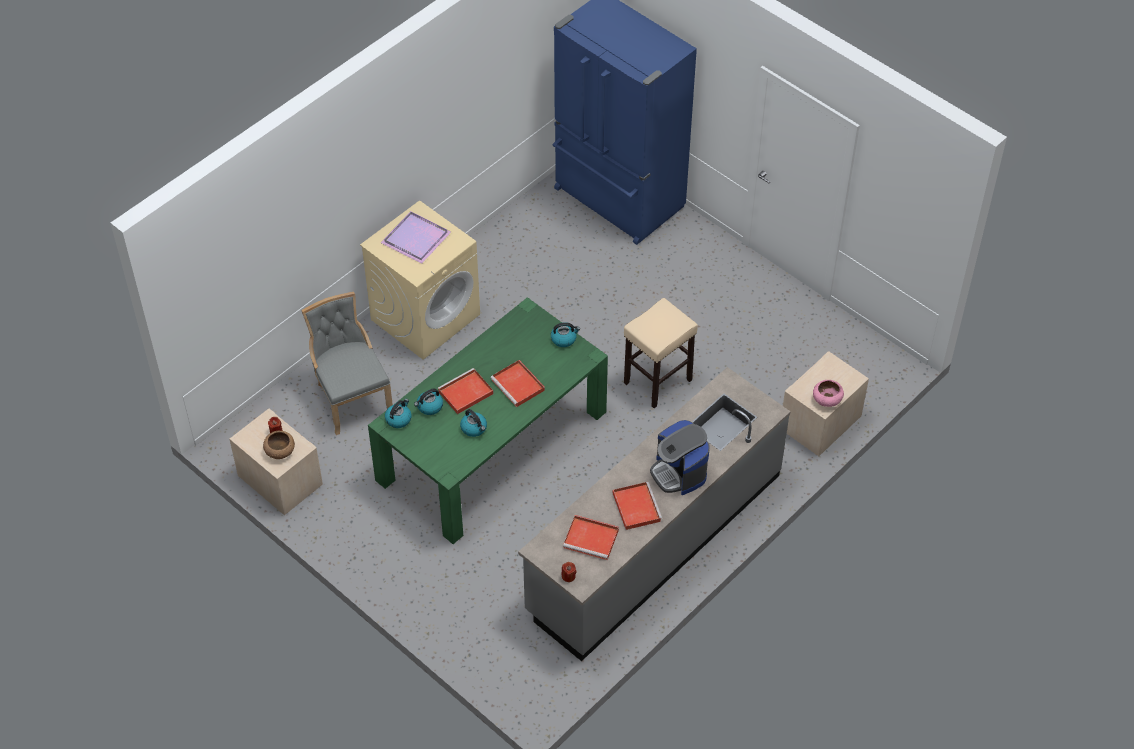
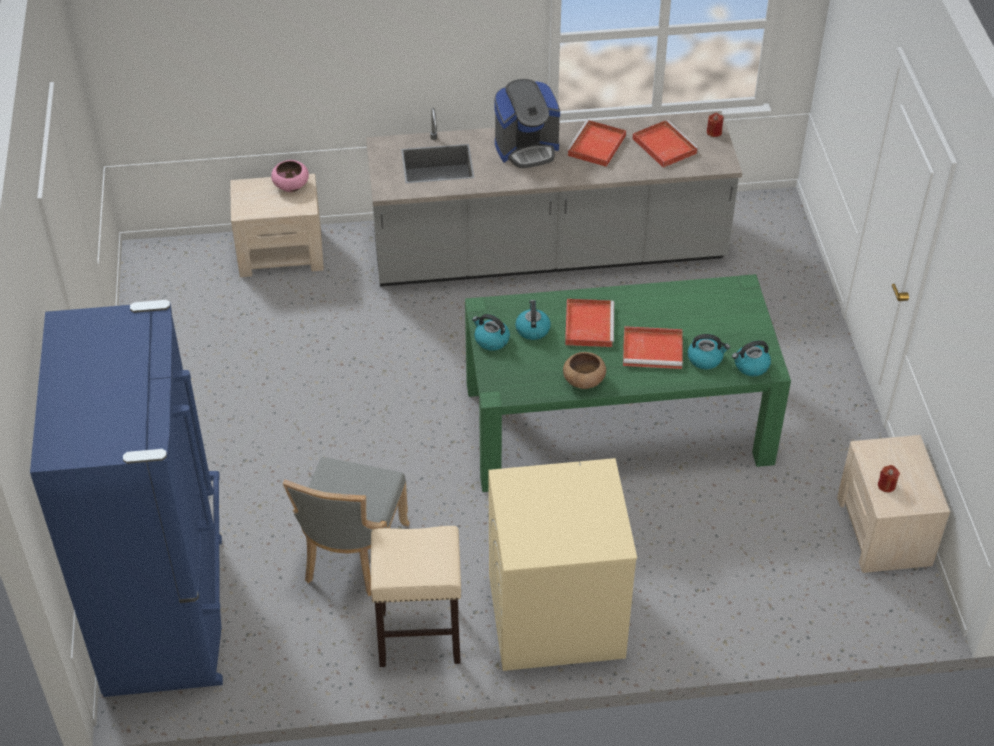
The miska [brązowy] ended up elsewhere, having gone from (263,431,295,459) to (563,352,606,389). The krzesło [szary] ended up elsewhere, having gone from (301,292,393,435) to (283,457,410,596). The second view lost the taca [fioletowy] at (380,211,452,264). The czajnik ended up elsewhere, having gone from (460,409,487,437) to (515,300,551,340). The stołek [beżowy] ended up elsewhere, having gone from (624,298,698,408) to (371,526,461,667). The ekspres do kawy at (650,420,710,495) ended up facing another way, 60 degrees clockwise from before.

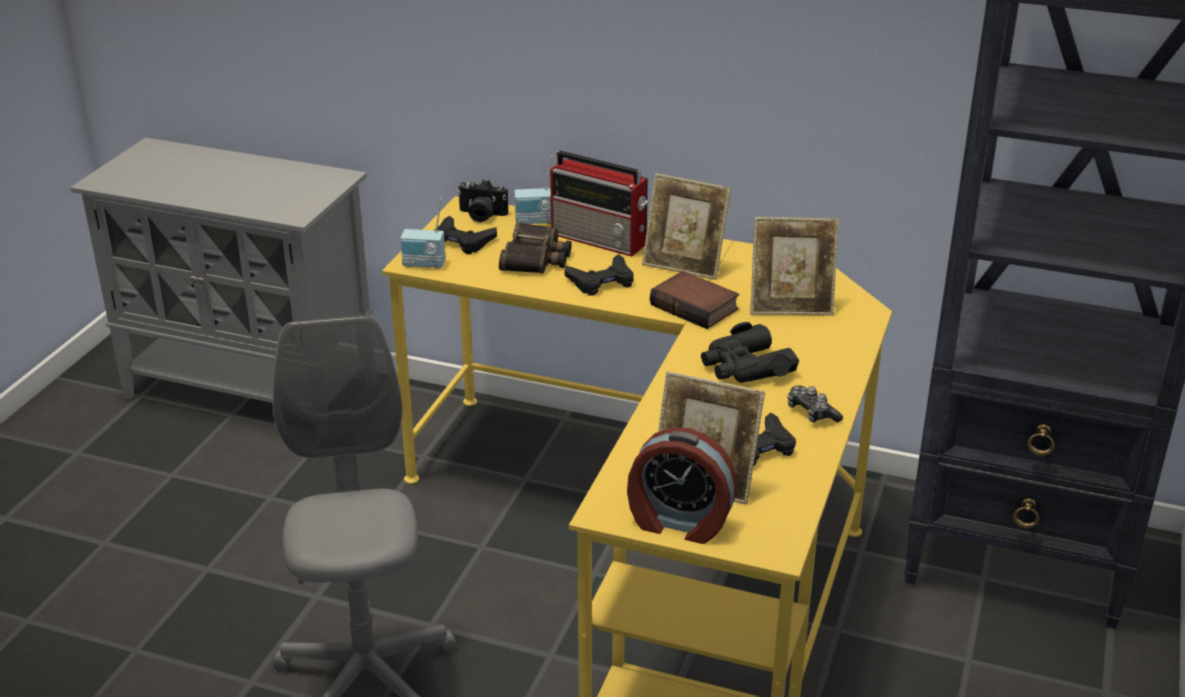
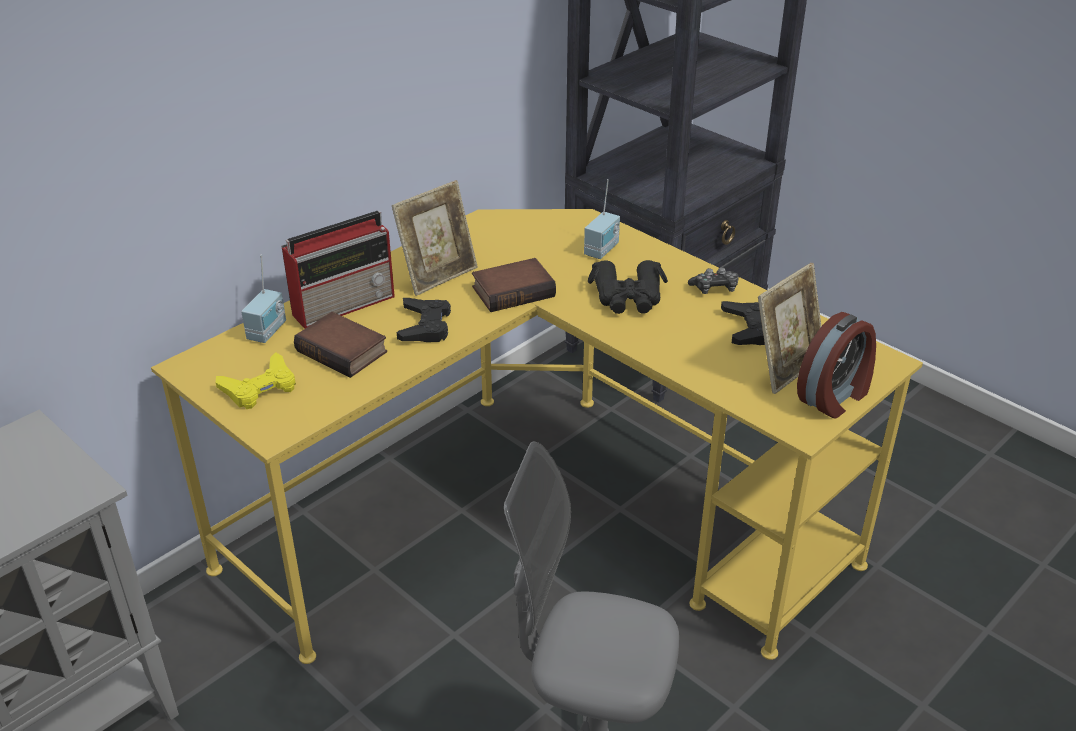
The radio ended up elsewhere, having gone from (400,198,446,268) to (584,179,620,259). What was the pad do gier [czarny] at (434,216,497,254) turned into the pad do gier [żółty] at (216,352,296,409). The second view lost the aparat fotograficzny at (457,180,508,222). Where the lornetka stood at (499,222,572,274), the książka came to stand at (294,312,387,378). The second view lost the ramka na zdjęcie at (750,217,839,316).

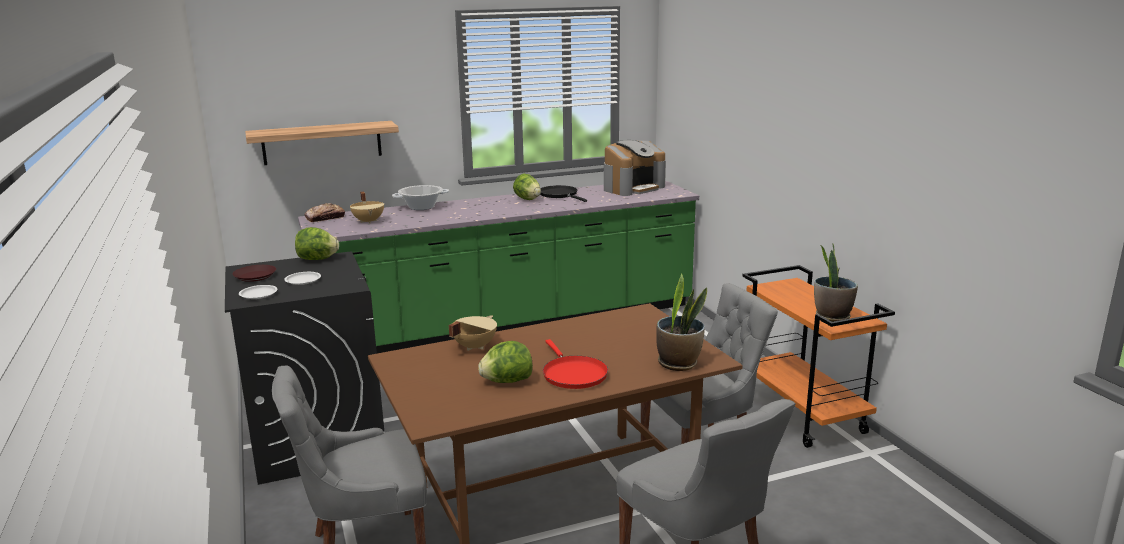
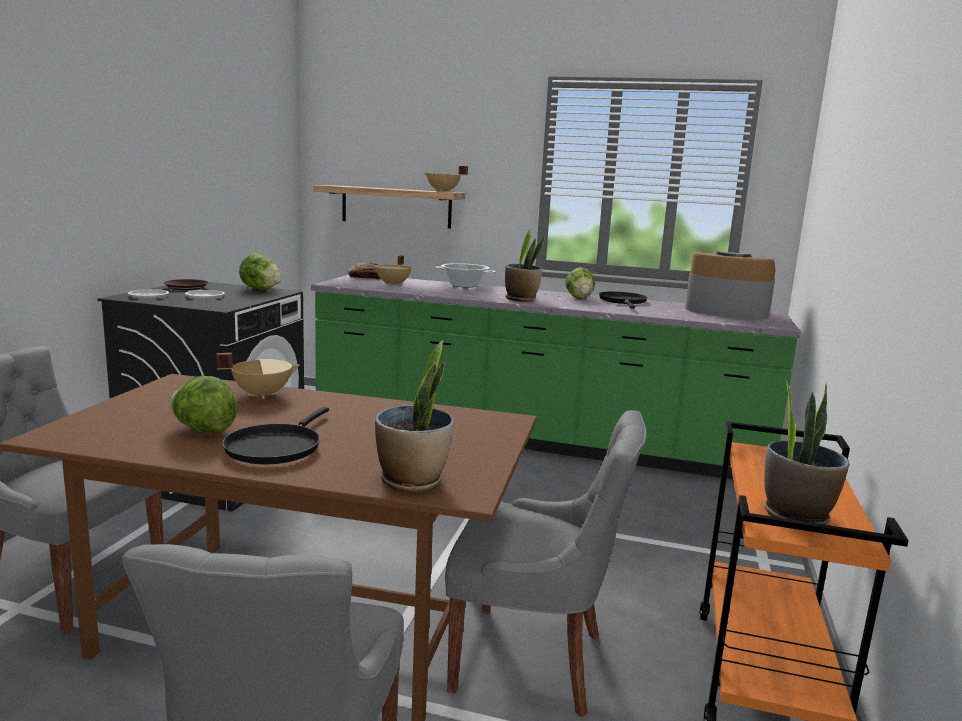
What was the patelnia [czerwony] at (543,339,608,389) turned into the patelnia [czarny] at (223,407,329,464). The ekspres do kawy at (604,140,666,196) ended up facing another way, 150 degrees counterclockwise from before. The second view gained the garnek [beżowy] at (424,166,468,192). The second view gained the roślina doniczkowa at (505,229,545,302).

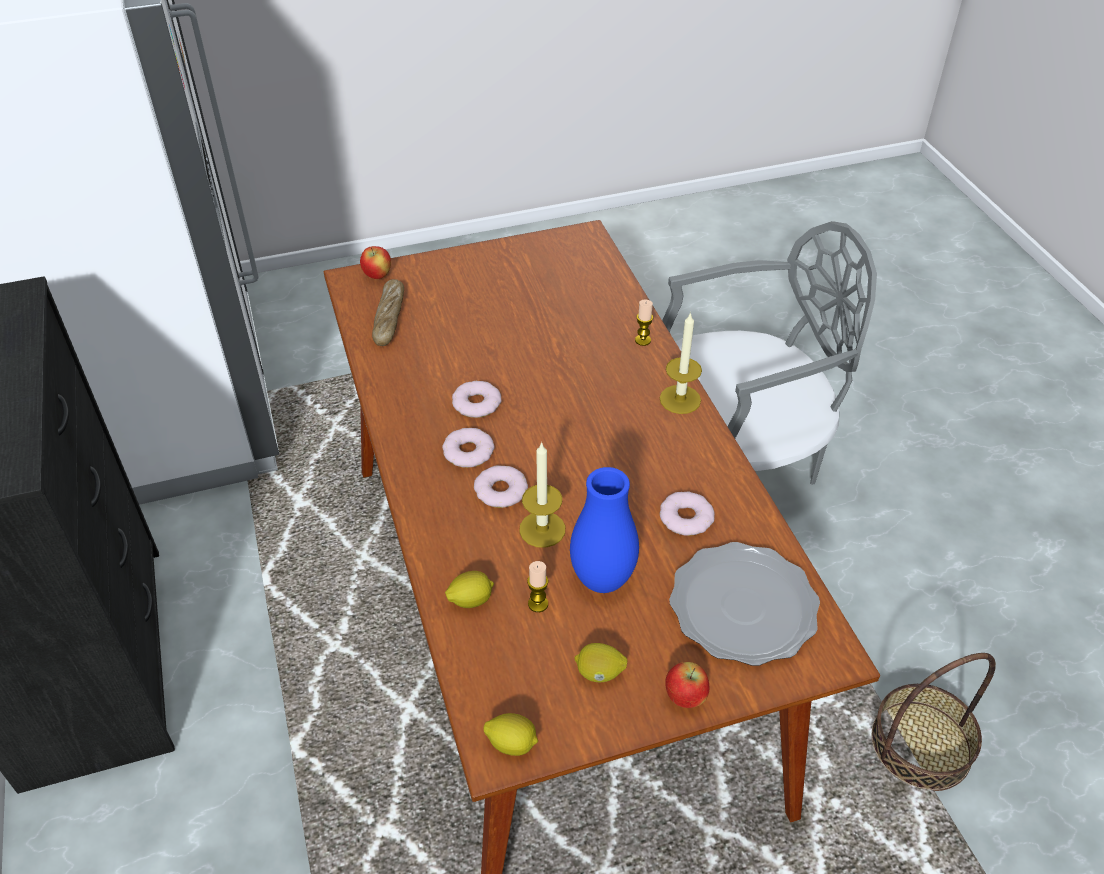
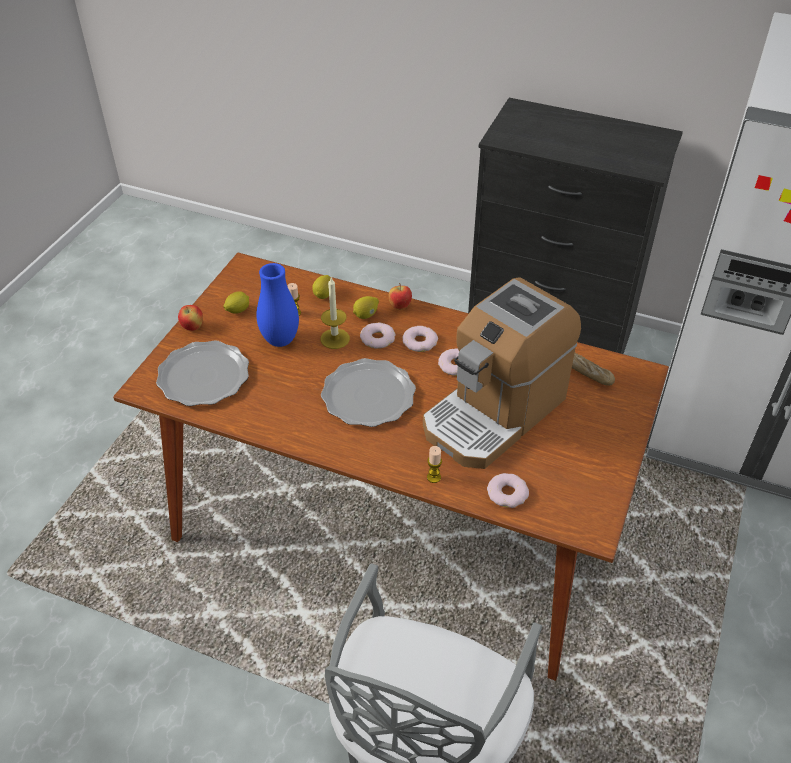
The jabłko ended up elsewhere, having gone from (360,246,391,279) to (389,283,412,310). The cytryna ended up elsewhere, having gone from (484,713,538,756) to (353,296,379,319). The second view lost the świeca at (660,312,702,414). The donut ended up elsewhere, having gone from (660,491,715,536) to (487,473,529,508). The second view lost the koszyk at (872,653,996,791). The second view gained the talerz at (321,358,416,427). The second view gained the ekspres do kawy at (423,277,581,469).

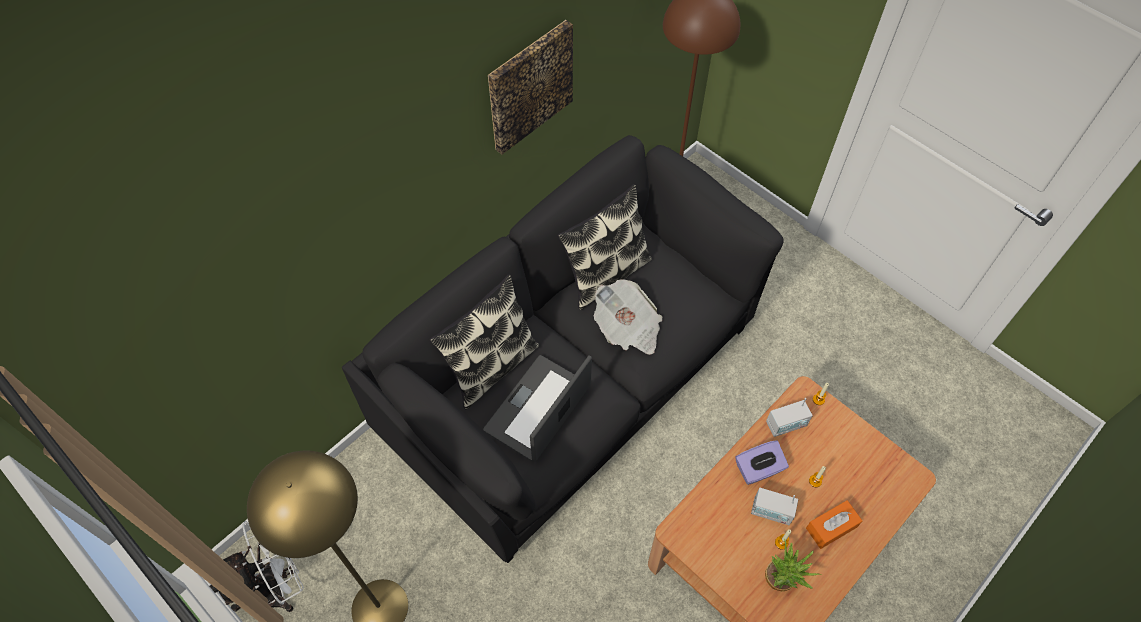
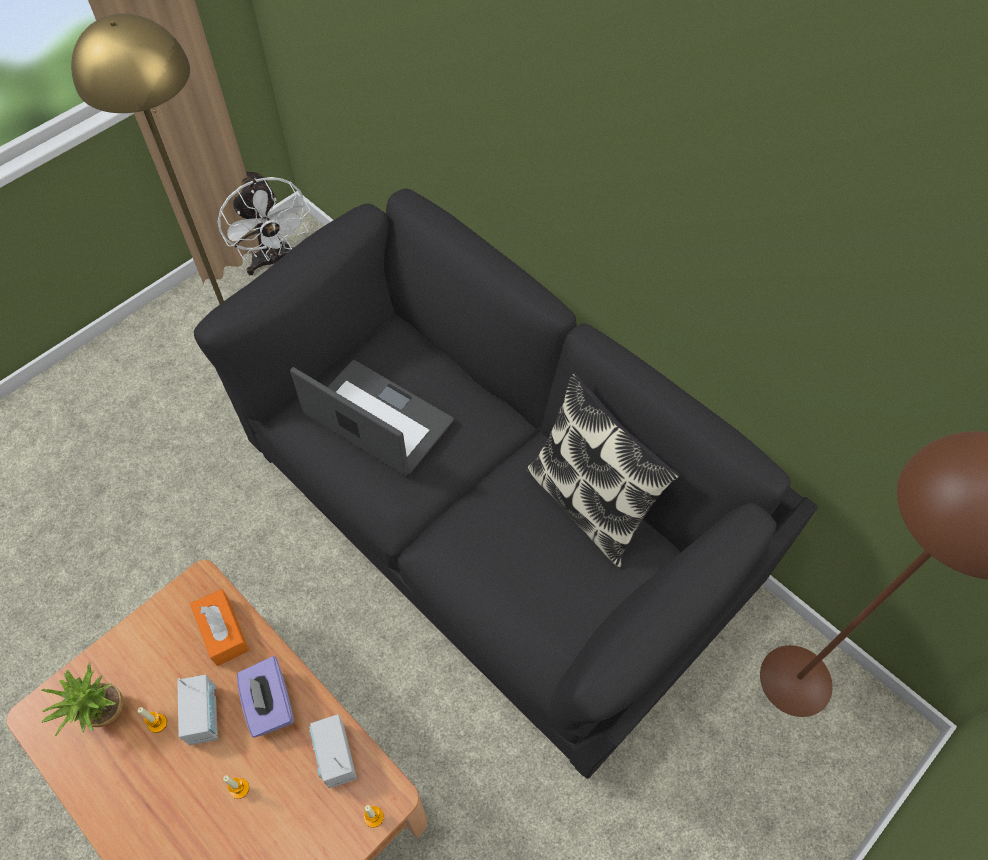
The second view lost the poduszka at (430,275,539,409). The second view lost the obraz at (488,20,573,154). The second view lost the gazeta at (593,279,663,355). The radio at (751,488,798,525) ended up facing another way, 150 degrees clockwise from before. The pudełko chusteczek [pomarańczowy] ended up elsewhere, having gone from (806,500,862,549) to (190,589,249,666).

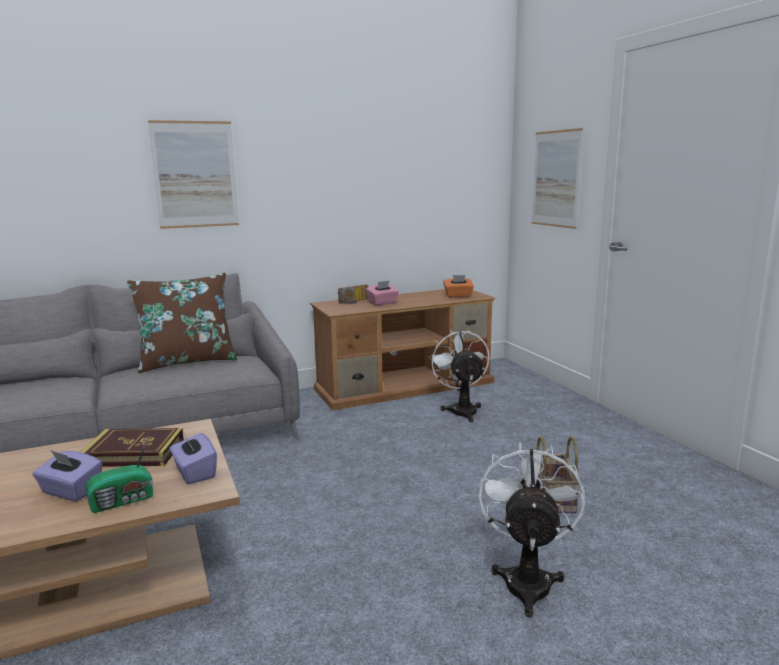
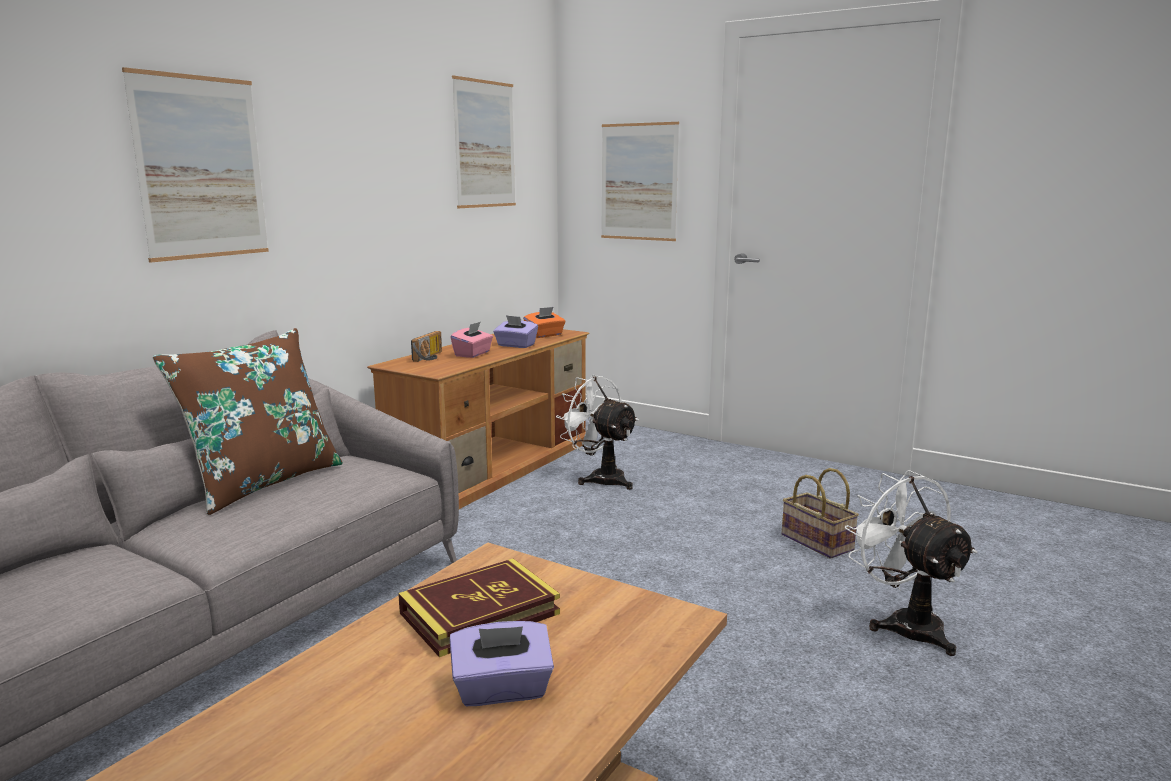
The second view lost the radio at (85,438,153,513). The pudełko chusteczek [fioletowy] ended up elsewhere, having gone from (170,431,217,484) to (493,315,538,348). The second view gained the obraz at (452,75,516,208).

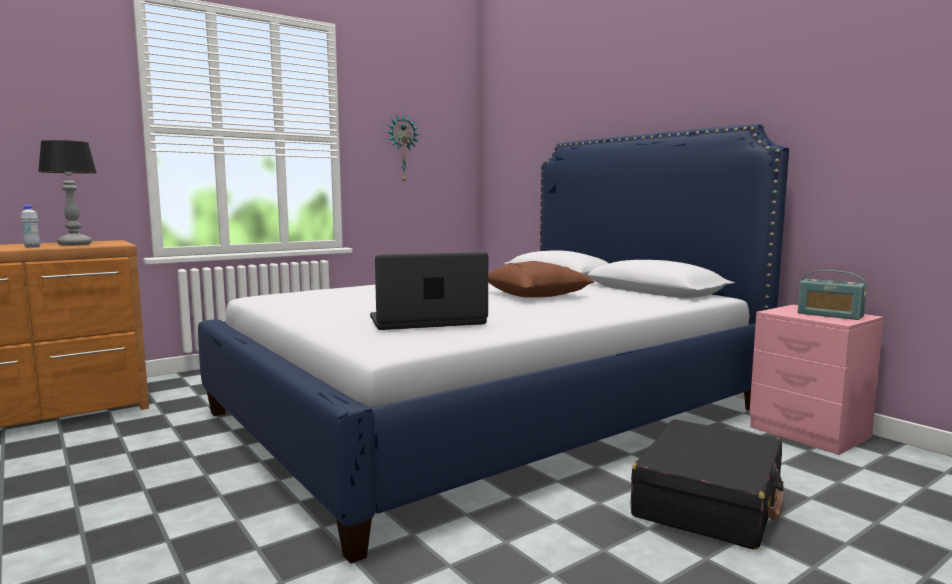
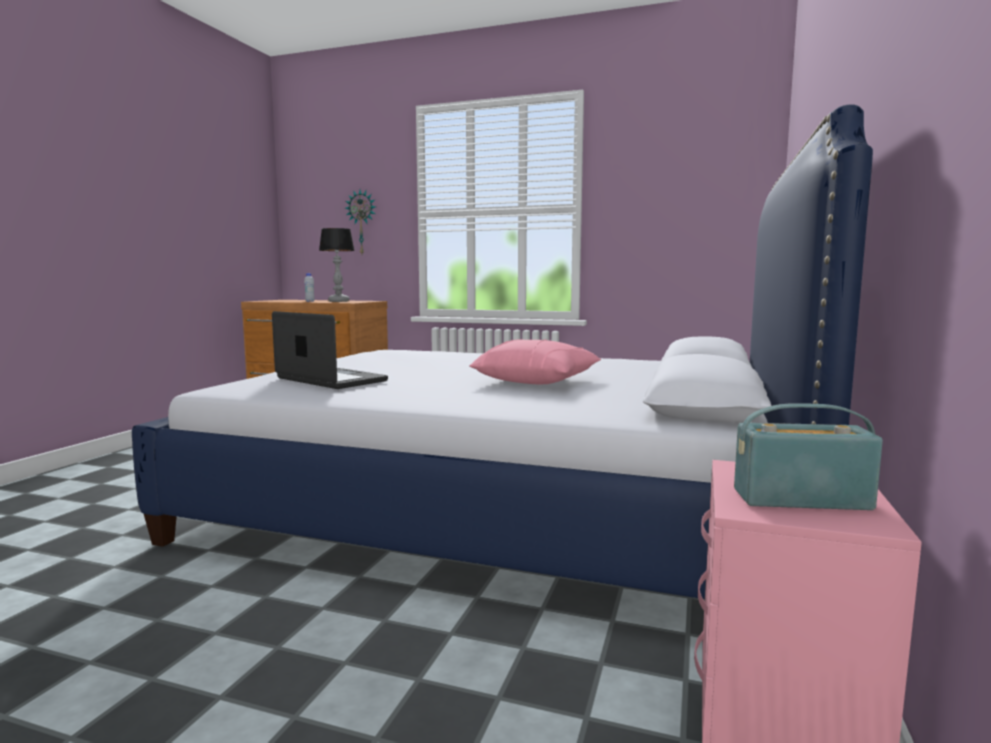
The zegar ścienny ended up elsewhere, having gone from (387,114,420,183) to (345,190,376,254). What was the poduszka [brązowy] at (488,261,595,298) turned into the poduszka [różowy] at (469,339,601,385). The second view lost the walizka [czarny] at (630,419,784,550). The radio at (798,270,867,320) ended up facing another way, 90 degrees clockwise from before.

